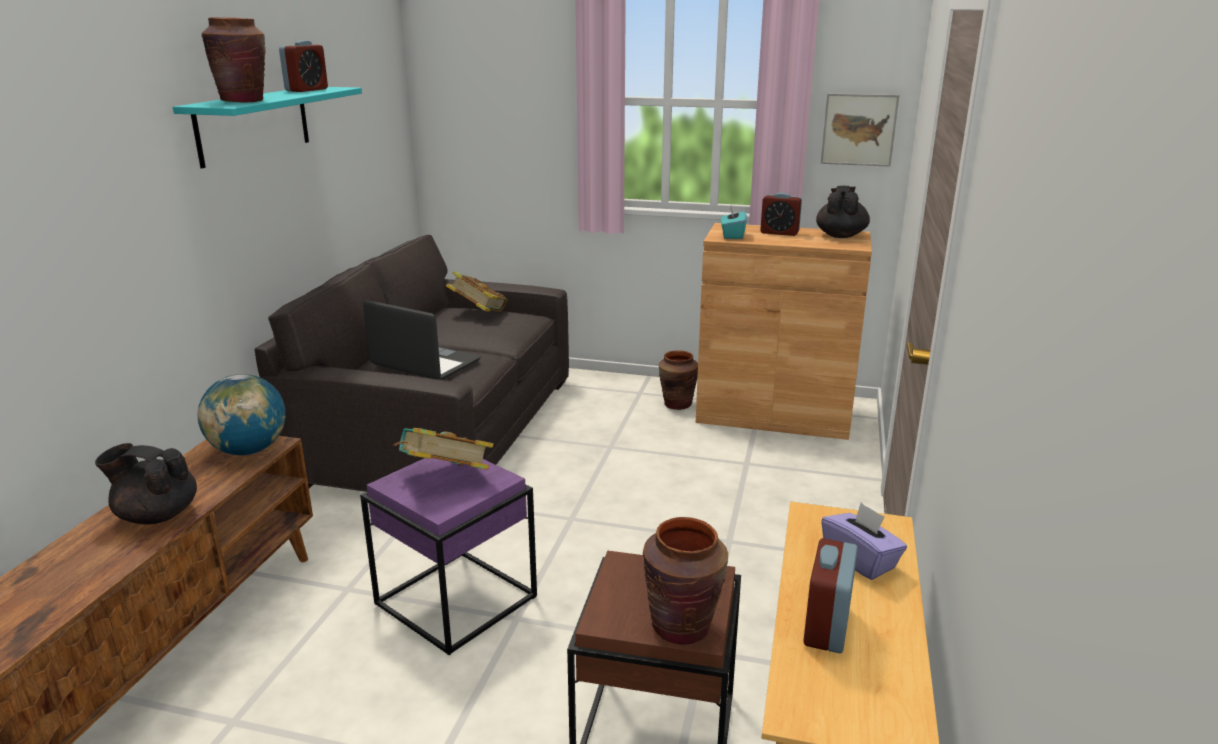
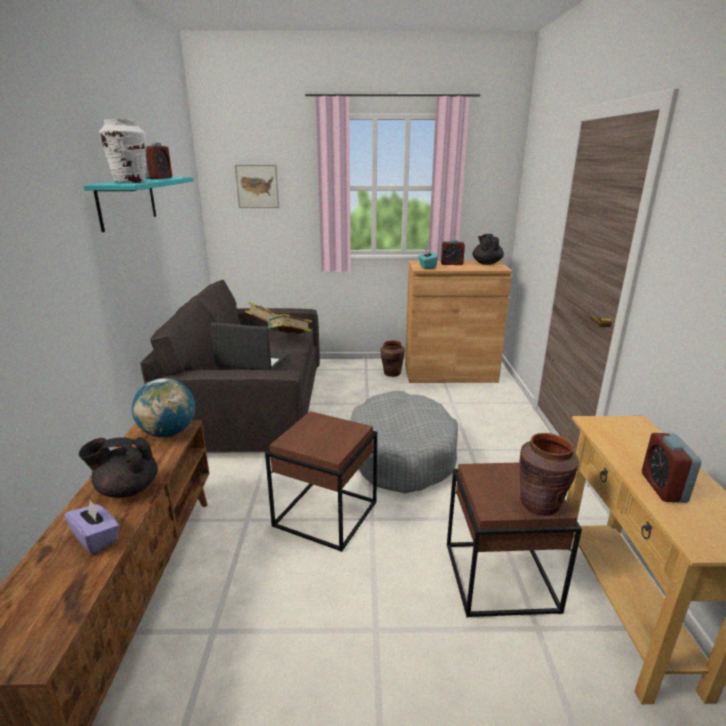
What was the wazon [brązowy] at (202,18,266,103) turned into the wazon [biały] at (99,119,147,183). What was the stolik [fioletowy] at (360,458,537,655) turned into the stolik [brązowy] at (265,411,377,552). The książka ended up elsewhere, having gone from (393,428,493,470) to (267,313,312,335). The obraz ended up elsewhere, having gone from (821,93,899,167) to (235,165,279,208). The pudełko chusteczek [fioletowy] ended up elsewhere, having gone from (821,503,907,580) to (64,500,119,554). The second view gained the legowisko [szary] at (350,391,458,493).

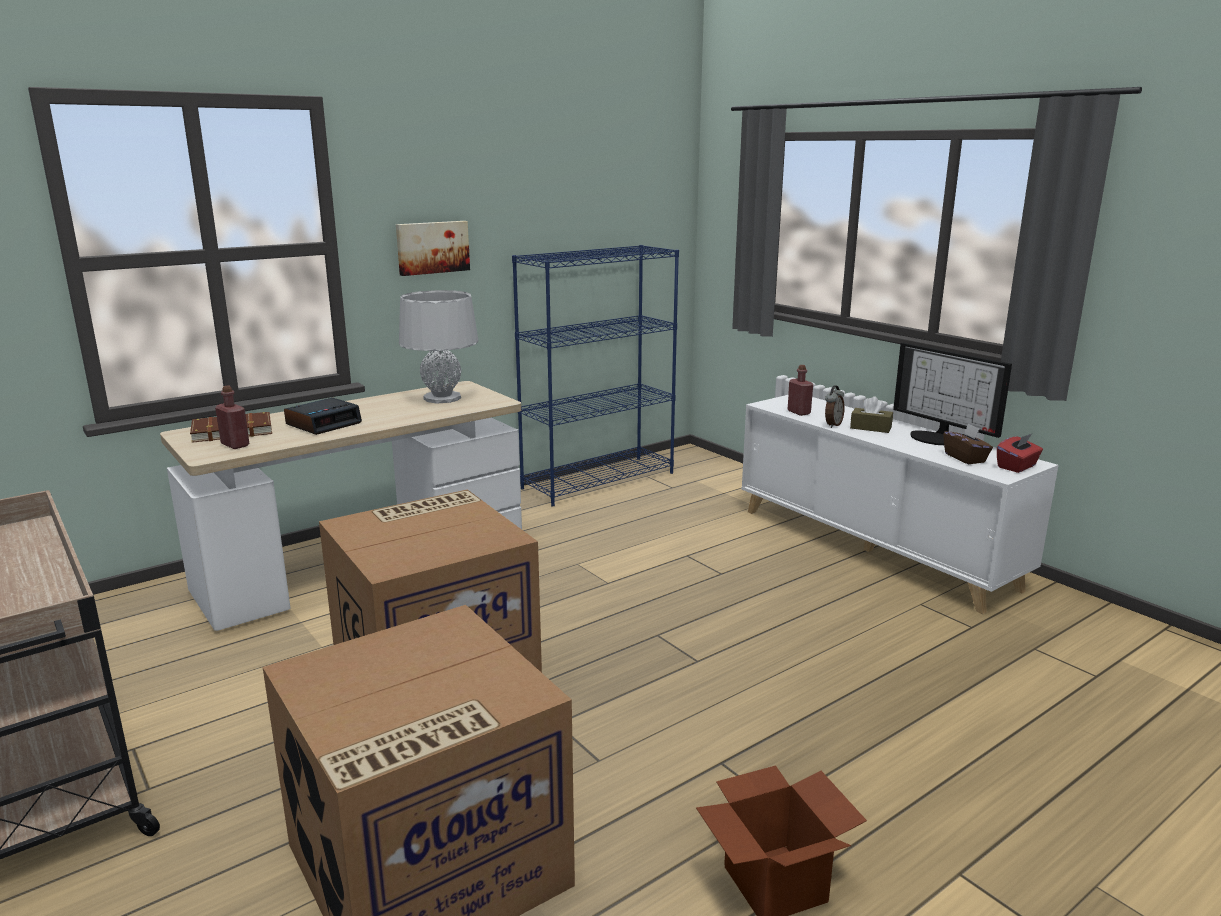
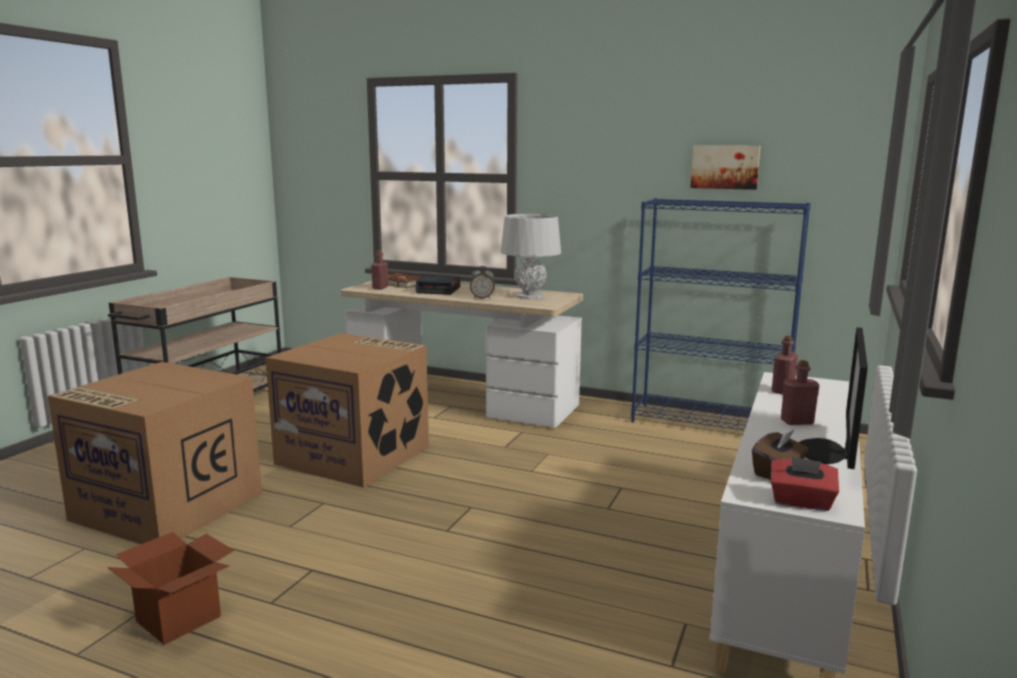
The obraz ended up elsewhere, having gone from (396,221,470,276) to (690,145,760,190). The budzik ended up elsewhere, having gone from (825,386,845,428) to (470,266,495,298). Where the pudełko chusteczek [brązowy] stood at (850,396,893,433), the butelka [czerwony] came to stand at (781,360,820,425).

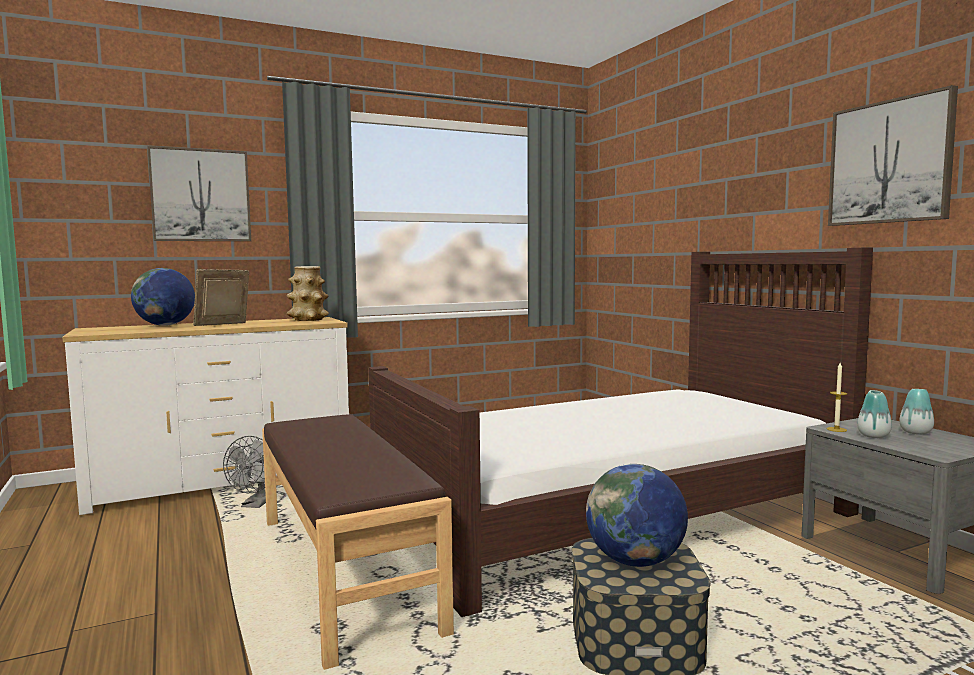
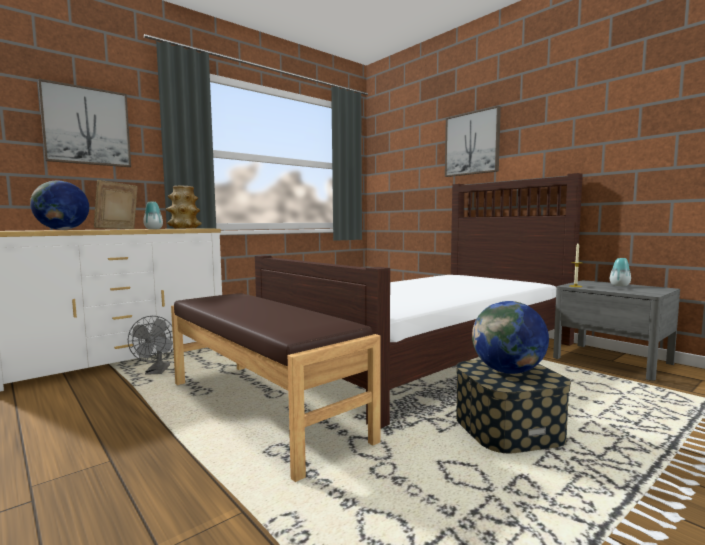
The obraz ended up elsewhere, having gone from (828,85,958,226) to (445,106,501,177). The wazon ended up elsewhere, having gone from (857,390,892,438) to (143,202,163,229).

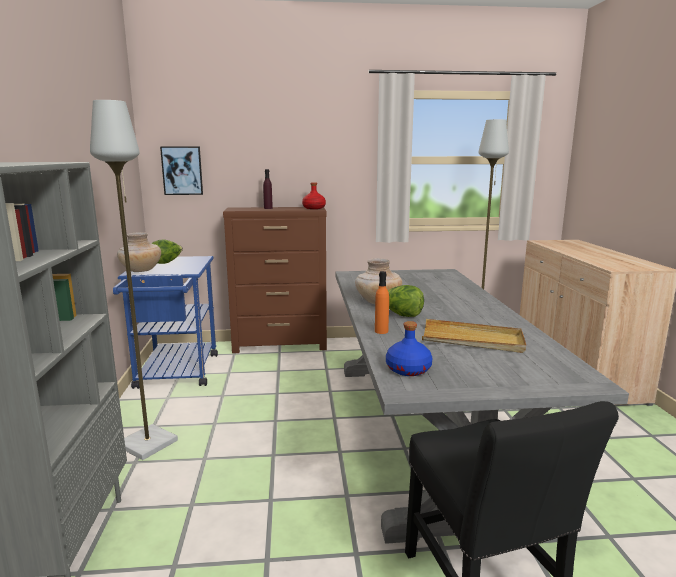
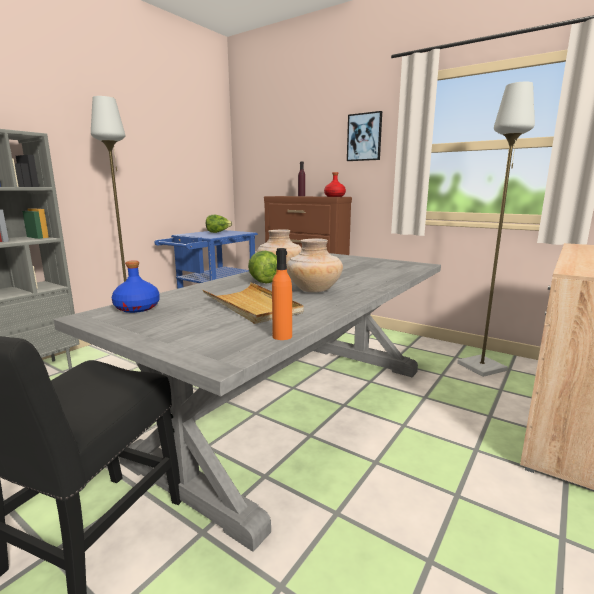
The wazon [beżowy] ended up elsewhere, having gone from (117,232,161,272) to (287,239,343,292). The obraz ended up elsewhere, having gone from (160,146,203,195) to (347,111,382,161). The butelka [pomarańczowy] ended up elsewhere, having gone from (375,271,389,334) to (272,248,292,340).

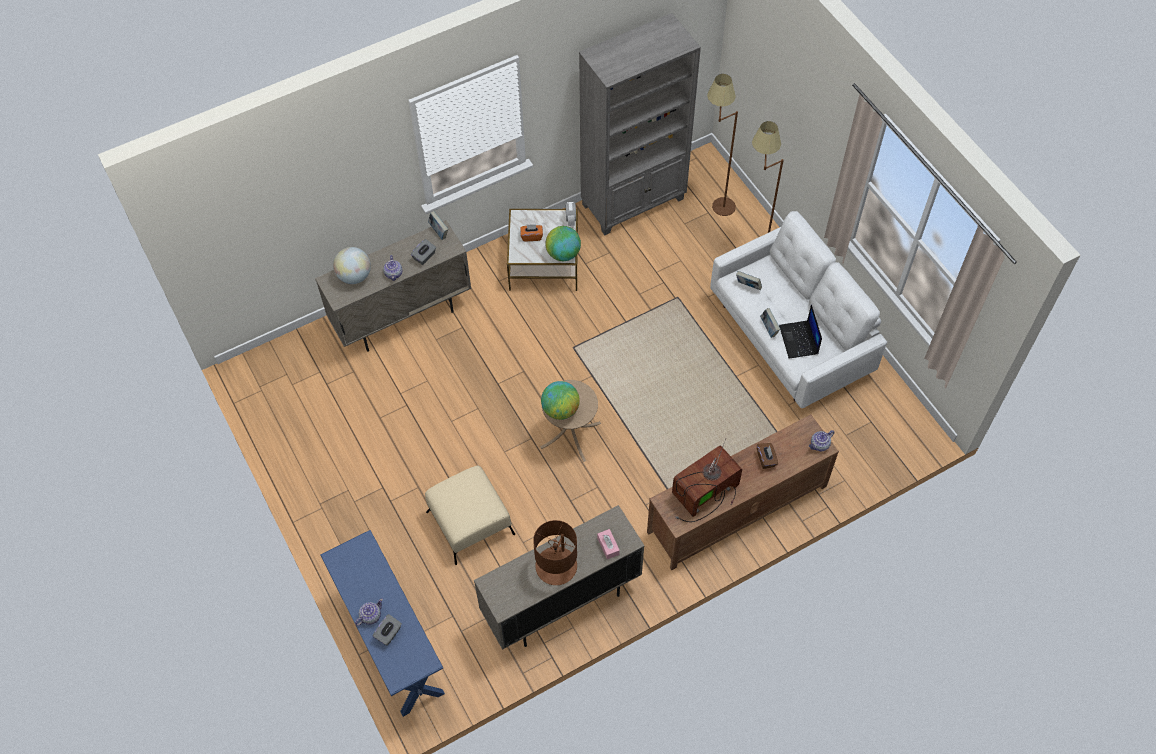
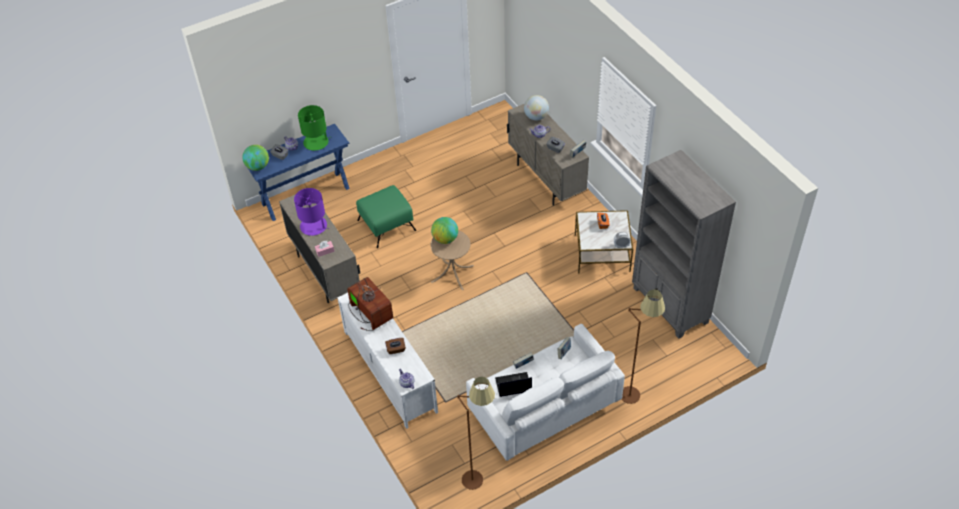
What was the pufa [beżowy] at (425,466,515,565) turned into the pufa [zielony] at (356,185,416,248). What was the lampa stołowa [brązowy] at (533,520,577,585) turned into the lampa stołowa [fioletowy] at (294,188,329,236). The globus ended up elsewhere, having gone from (545,226,581,261) to (242,145,269,171). What was the szafka pod telewizor [brązowy] at (647,415,839,570) turned into the szafka pod telewizor [biały] at (337,293,438,429). The lampa stojąca [brązowy] ended up elsewhere, having gone from (707,74,738,216) to (457,377,495,490). The second view gained the lampa stołowa [zielony] at (298,105,330,151).

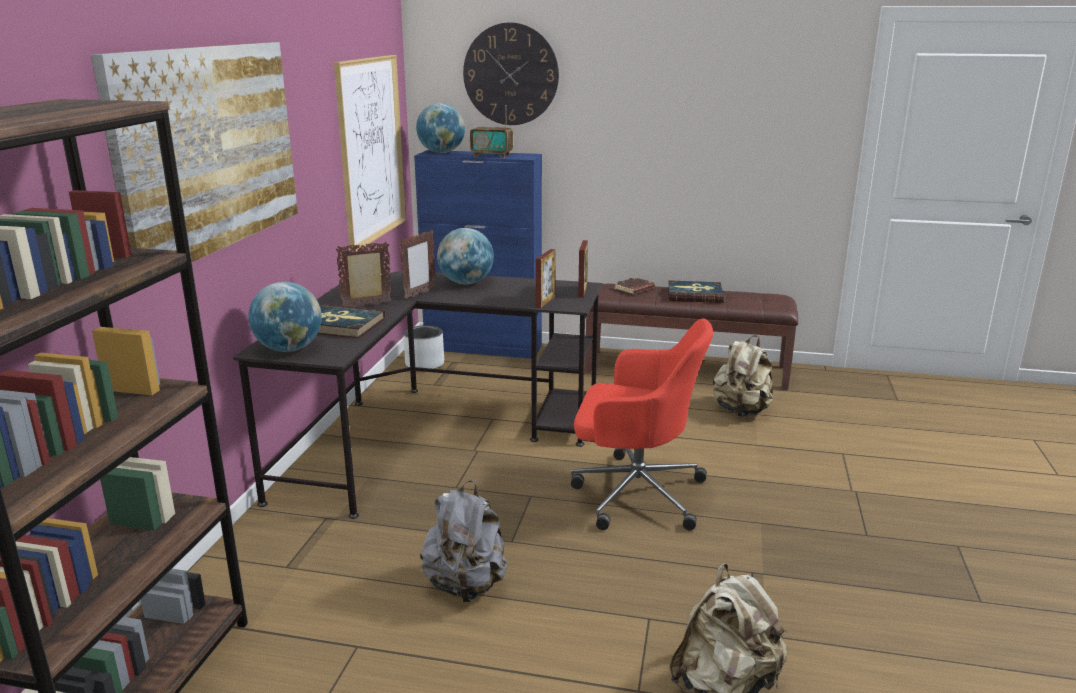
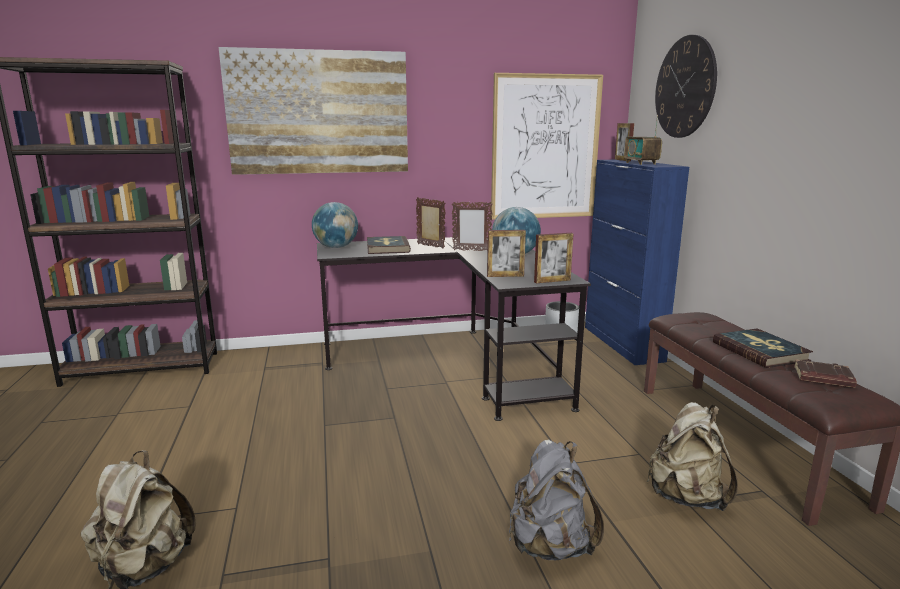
Where the globus stood at (416,103,465,153), the ramka na zdjęcie came to stand at (615,123,634,161). The plecak [szary] ended up elsewhere, having gone from (420,480,507,602) to (509,440,604,561). The second view lost the krzesło biurowe [czerwony] at (571,318,713,530). The książka [brązowy] ended up elsewhere, having gone from (614,277,655,294) to (794,359,857,388).

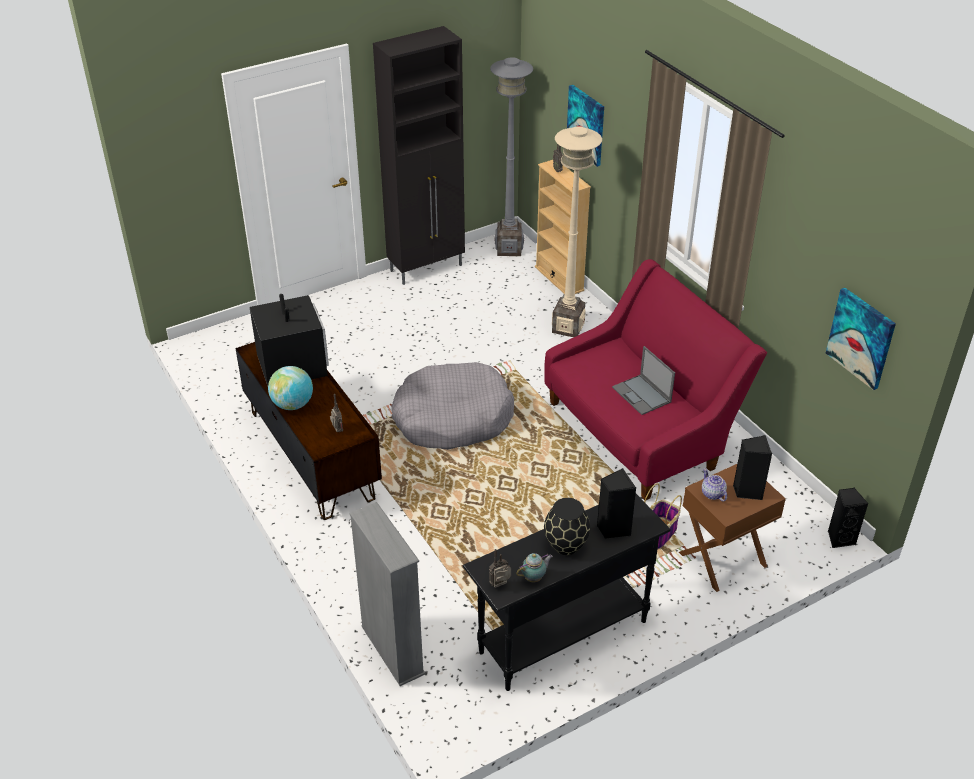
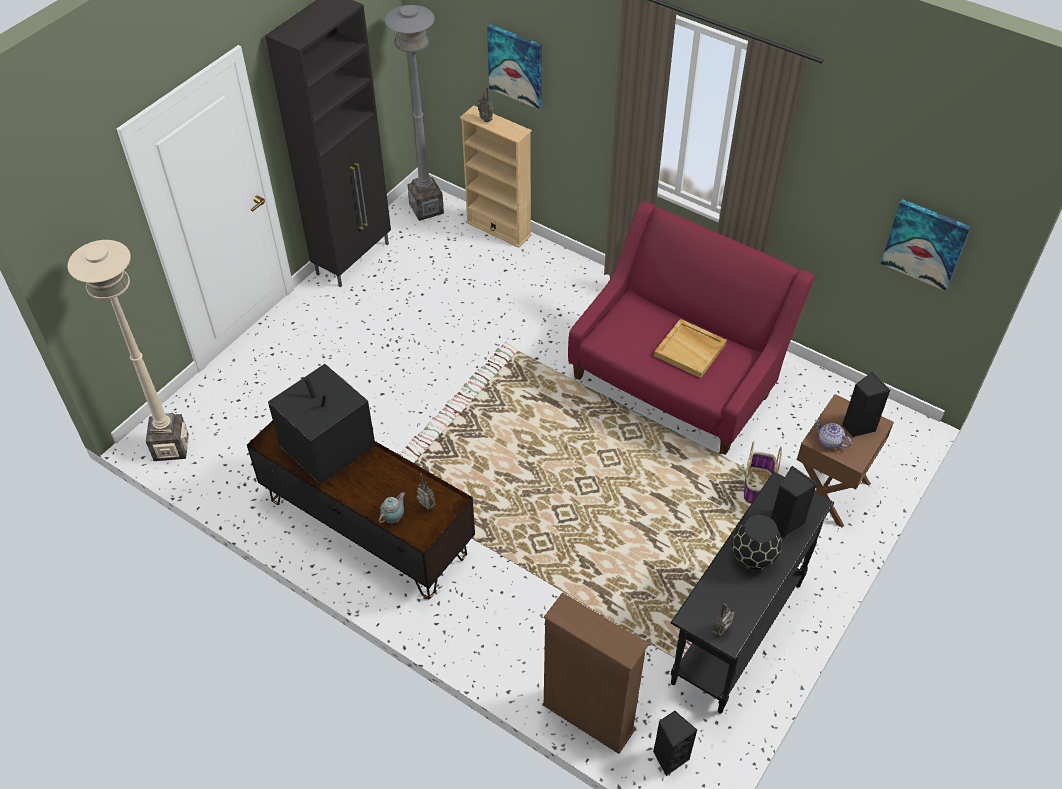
The second view lost the globus at (268,366,313,410). What was the regał [szary] at (350,502,426,686) turned into the regał [brązowy] at (542,592,649,754). The second view lost the legowisko [szary] at (391,362,514,450). The imbryk ended up elsewhere, having gone from (516,553,553,582) to (379,492,405,524). The lampa stojąca [beżowy] ended up elsewhere, having gone from (552,126,602,337) to (67,240,189,461). Where the laptop stood at (612,346,675,415), the taca [beżowy] came to stand at (654,319,727,378). The głośnik [czarny] ended up elsewhere, having gone from (828,488,868,548) to (653,711,697,776).

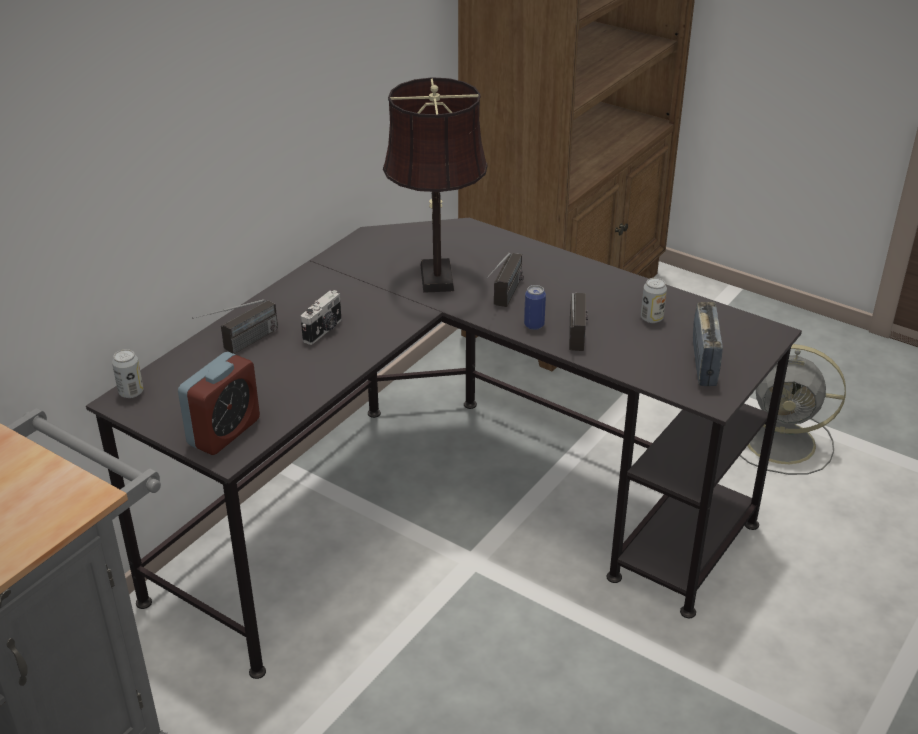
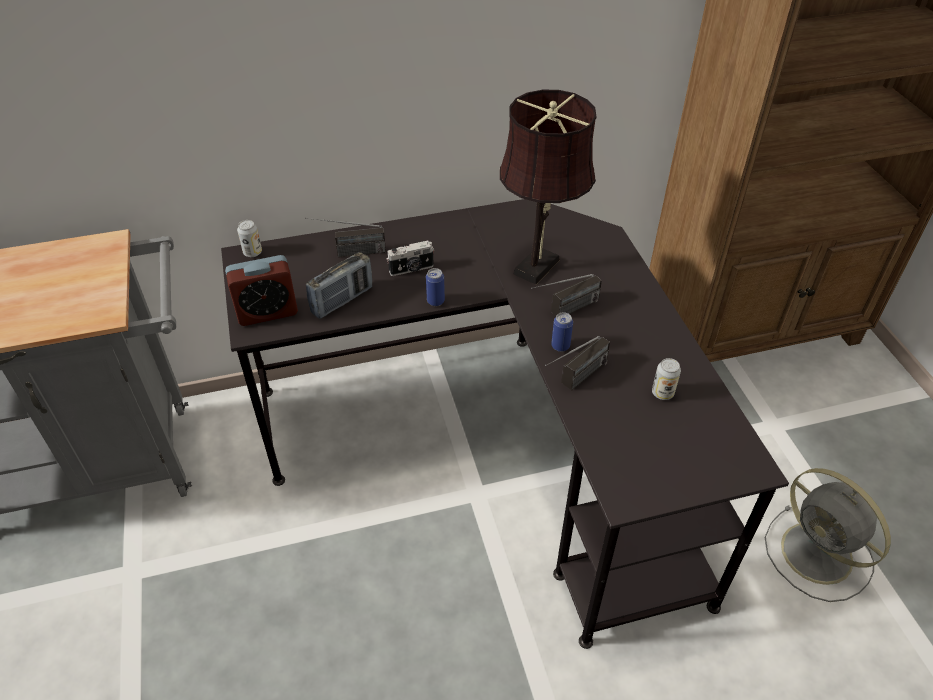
The radio ended up elsewhere, having gone from (693,302,723,386) to (306,252,372,319). The second view gained the puszka at (426,268,445,306).

